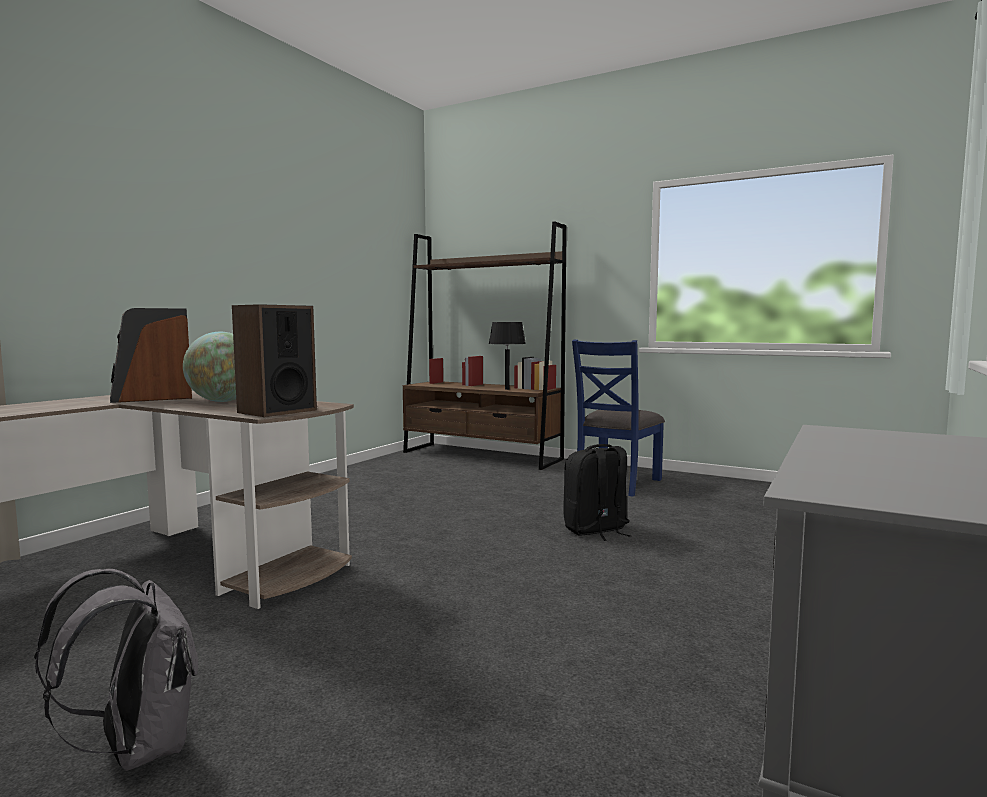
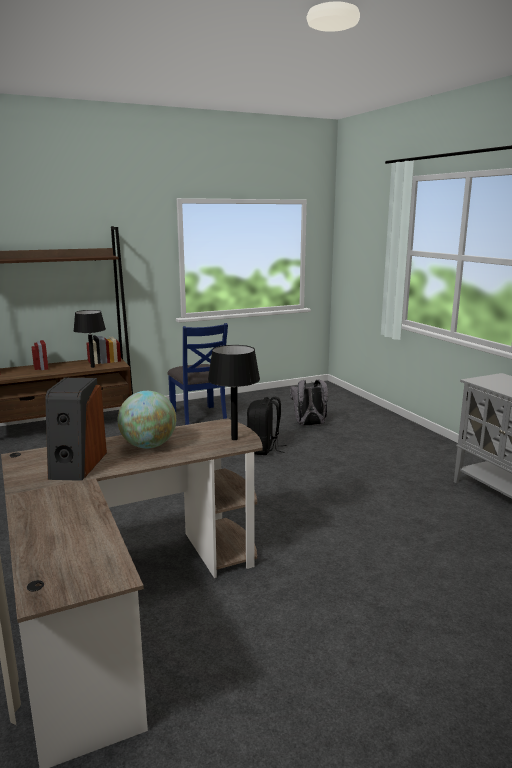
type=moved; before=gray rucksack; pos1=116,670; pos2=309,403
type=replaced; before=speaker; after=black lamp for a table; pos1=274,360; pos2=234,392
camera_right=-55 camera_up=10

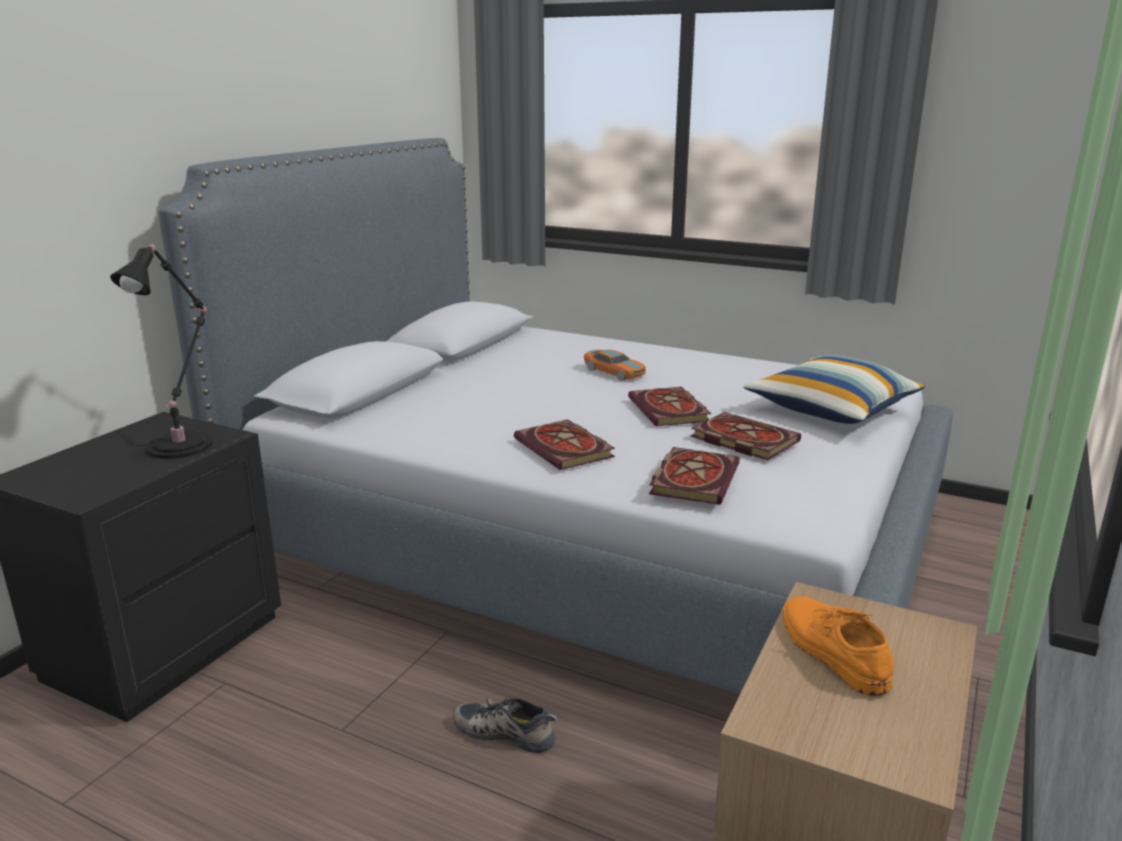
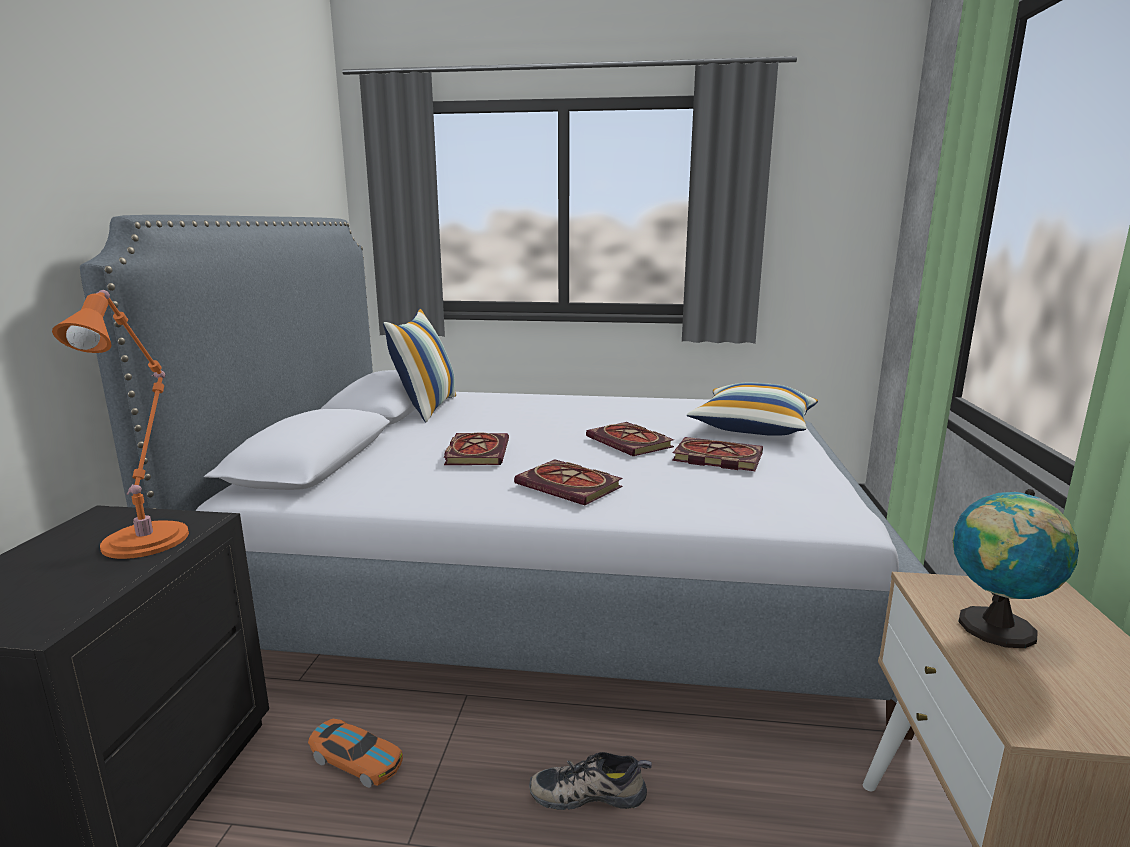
type=added; after=throw pillow; pos2=419,365
type=moved; before=toy car; pos1=615,365; pos2=355,753
type=moved; before=book; pos1=694,476; pos2=476,448
type=replaced; before=orange item of footwear; after=globe; pos1=838,646; pos2=1016,568
type=recoloured; before=black lamp for a table; after=orange lamp for a table; pos1=161,351; pos2=120,424
camera_right=-20 camera_up=-5

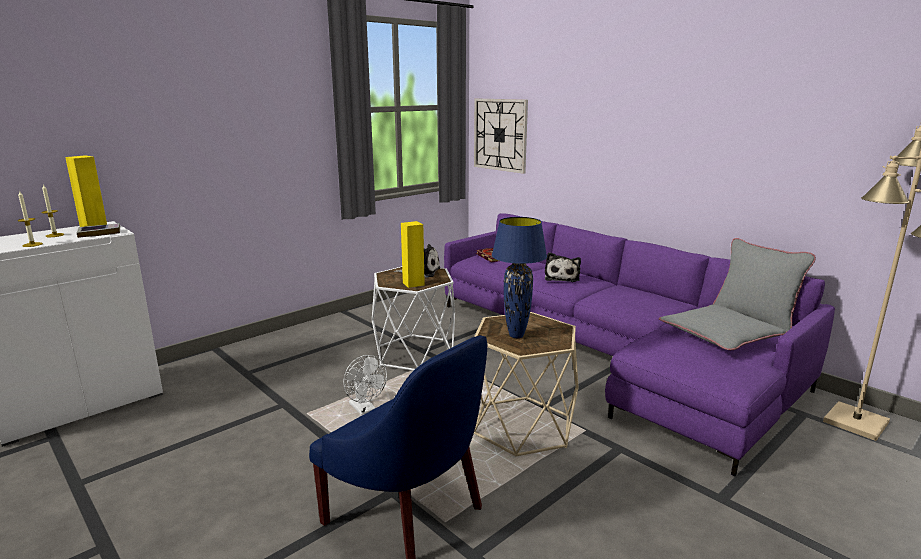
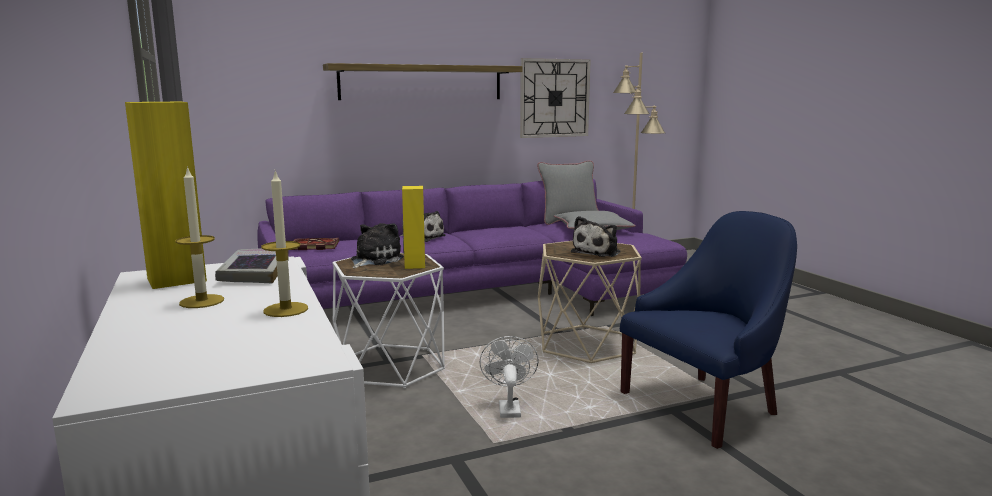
type=added; after=bracket shelf; pos2=422,81
type=moved; before=hanging clock; pos1=501,136; pos2=555,98
type=replaced; before=blue lamp for a table; after=cuddly toy; pos1=519,277; pos2=595,236
type=turned; before=white-coloured electric fan; pos1=365,385; pos2=509,377; turn=-75
camera_right=-70 camera_up=-5

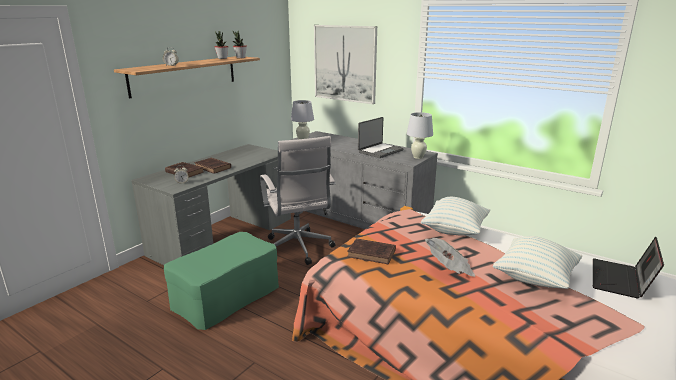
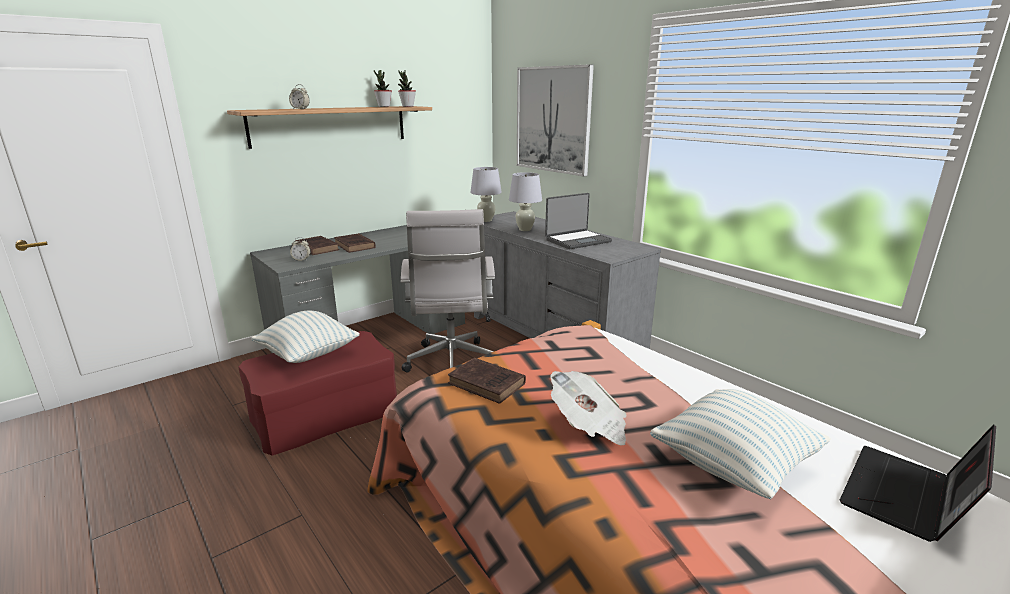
type=moved; before=white-coloured lamp for a table; pos1=420,135; pos2=525,201
type=moved; before=throw pillow; pos1=455,216; pos2=306,337
type=recoloured; before=green-coloured footrest; after=reddish footrest; pos1=221,281; pos2=317,393
camera_right=15 camera_up=0

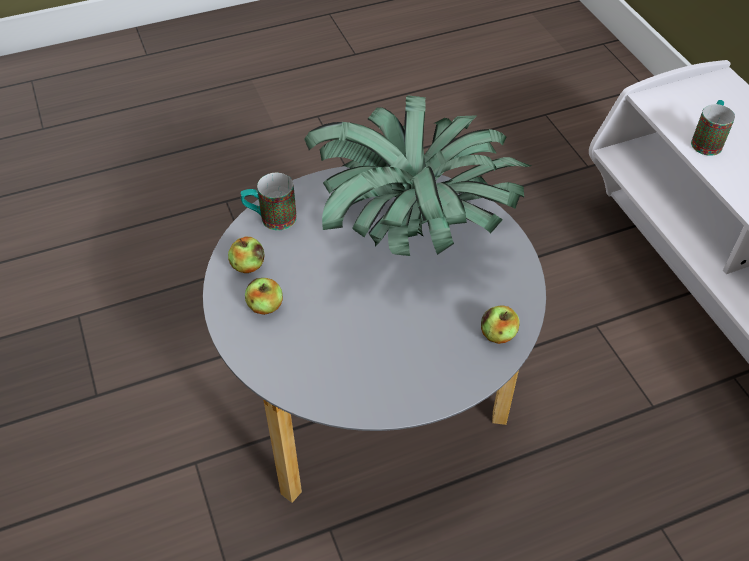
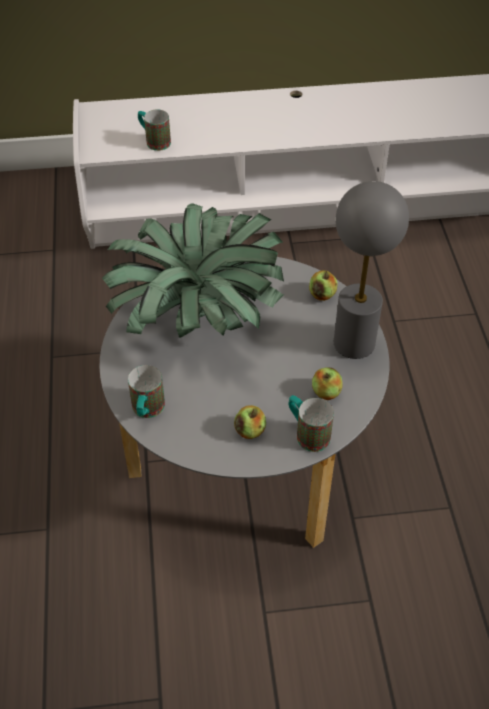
type=added; after=tea mug; pos2=311,423
type=added; after=gray lamp for a table; pos2=371,270
type=moved; before=apple; pos1=246,254; pos2=327,383
camera_right=-75 camera_up=0

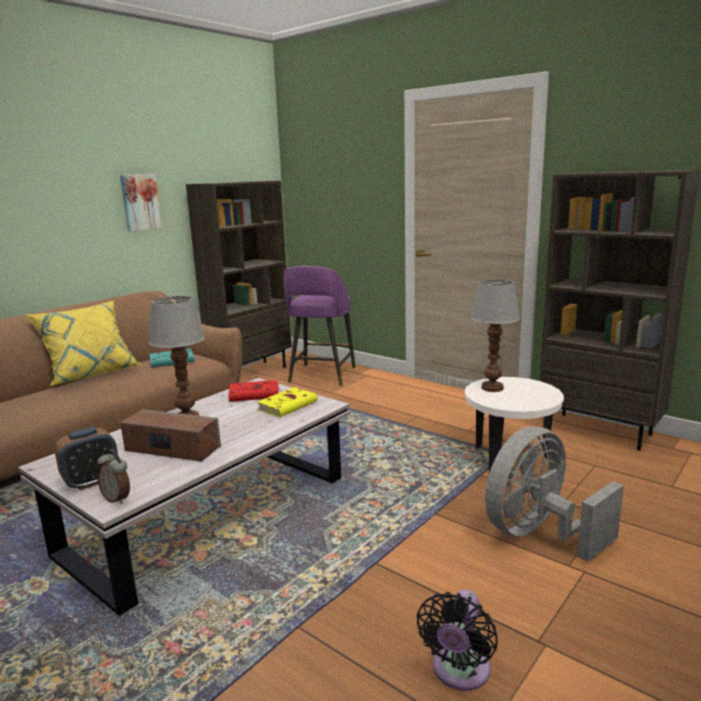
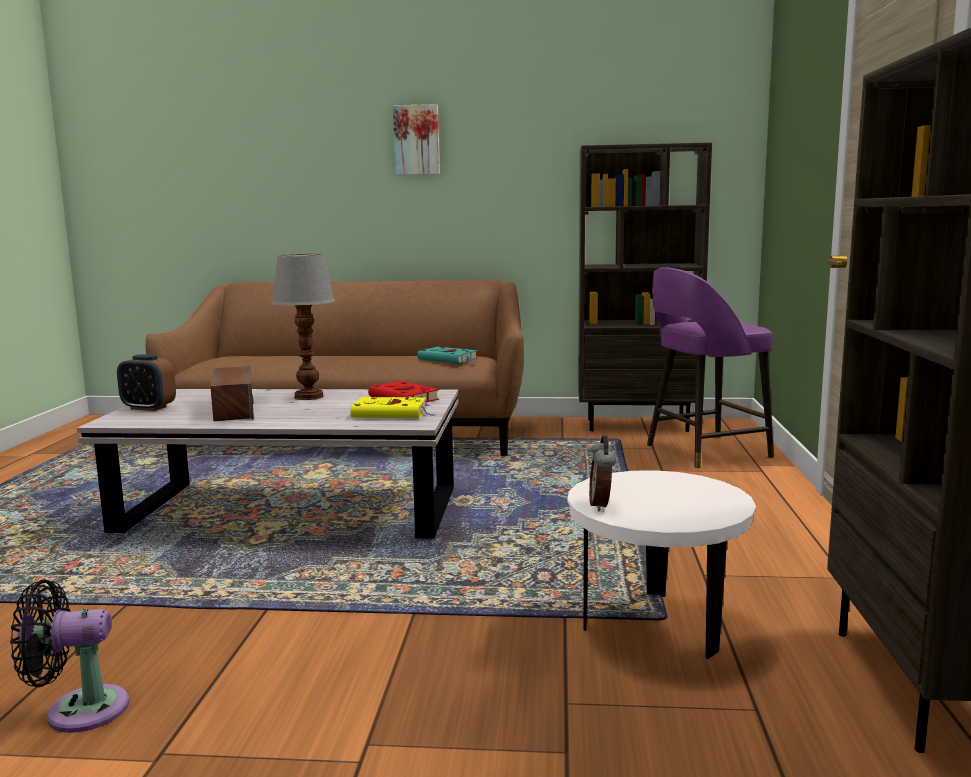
type=removed; before=yellowish throw pillow; pos1=83,343
type=removed; before=lamp for a table; pos1=495,335
type=removed; before=gray electric fan; pos1=554,494
type=moved; before=table clock; pos1=113,476; pos2=602,473
type=moved; before=wall art; pos1=141,203; pos2=416,139
camera_right=55 camera_up=-5

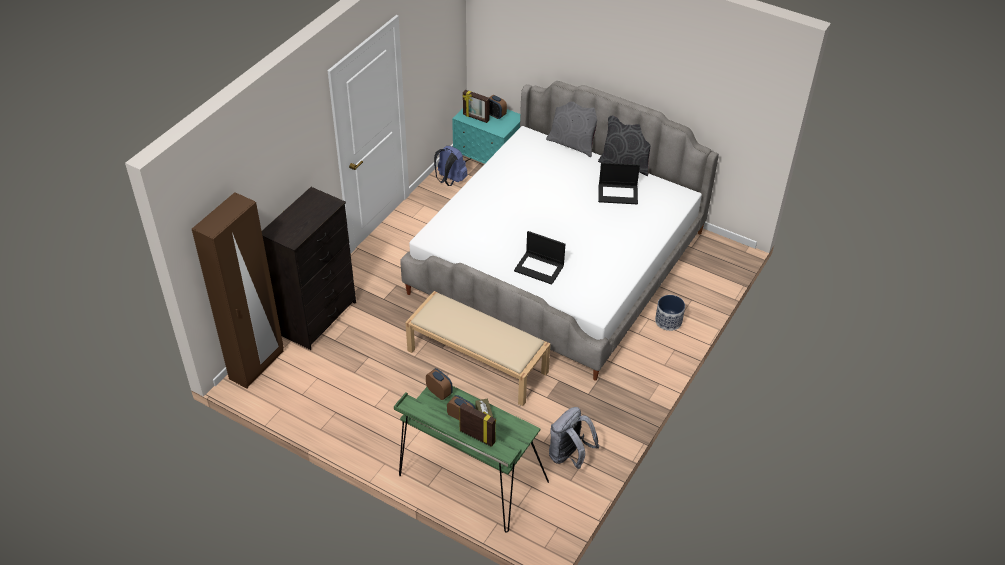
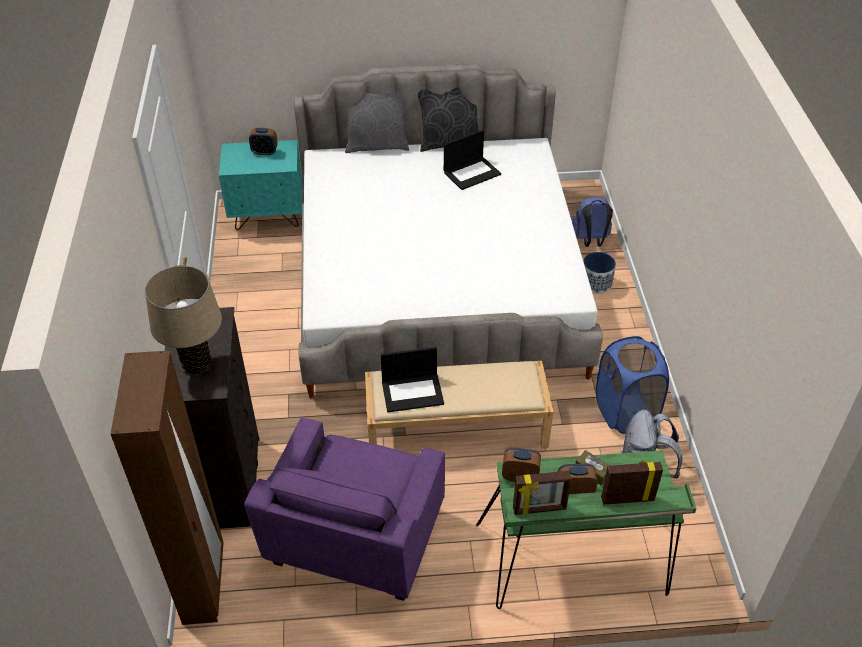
type=added; after=beige lamp for a table; pos2=183,320
type=added; after=purple-coloured lounge chair; pos2=344,509
type=added; after=blue washing basket; pos2=632,385
type=moved; before=blue rucksack; pos1=451,166; pos2=592,222
type=moved; before=photo frame; pos1=476,106; pos2=542,493
type=moved; before=portable computer; pos1=539,258; pos2=412,379
camera_right=-35 camera_up=0

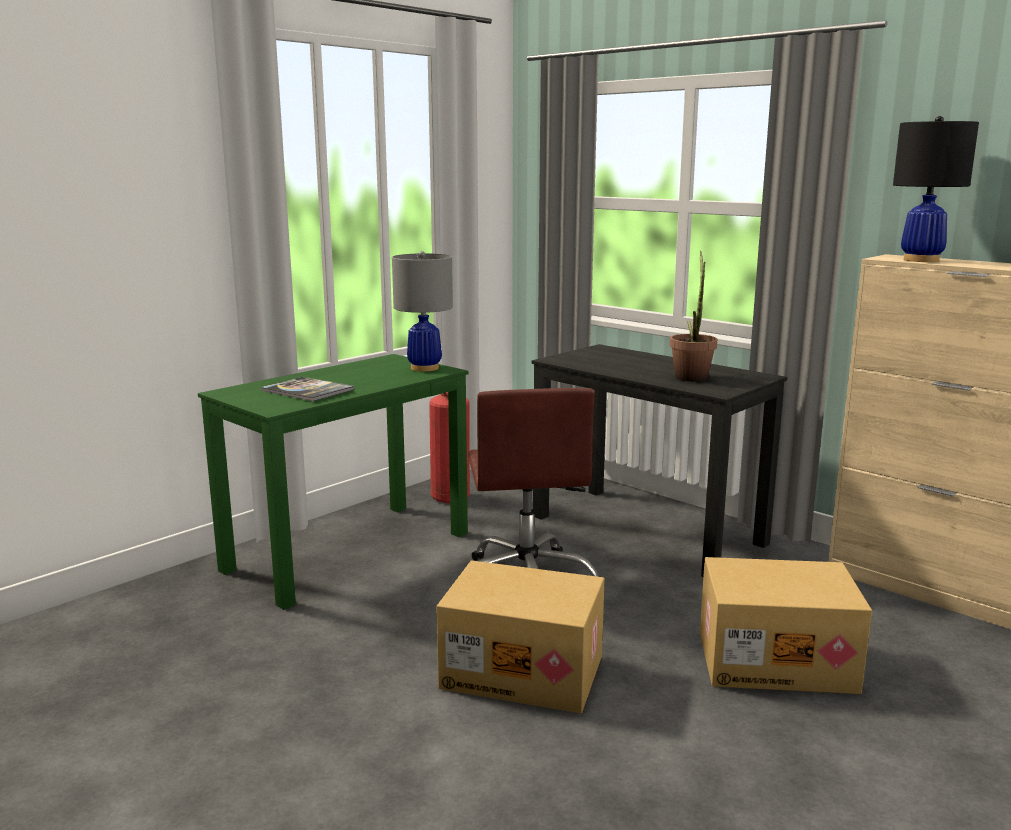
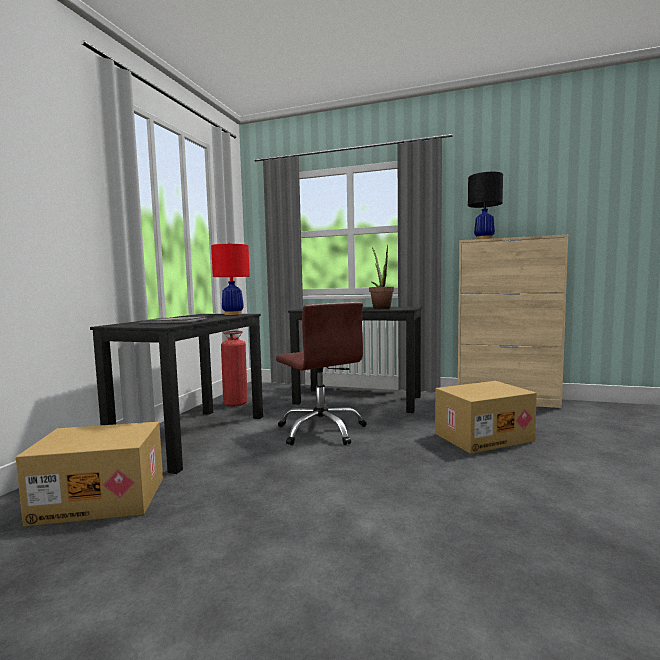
type=moved; before=packing box; pos1=520,636; pos2=89,474
type=recoloured; before=green-coloured desk table; after=black desk table; pos1=333,482; pos2=176,394
type=recoloured; before=gray lamp for a table; after=reddish lamp for a table; pos1=422,311; pos2=230,278
camera_right=-25 camera_up=-10

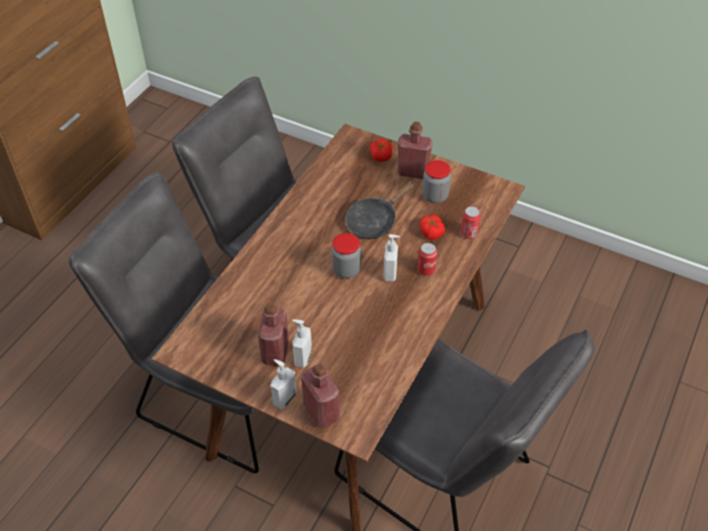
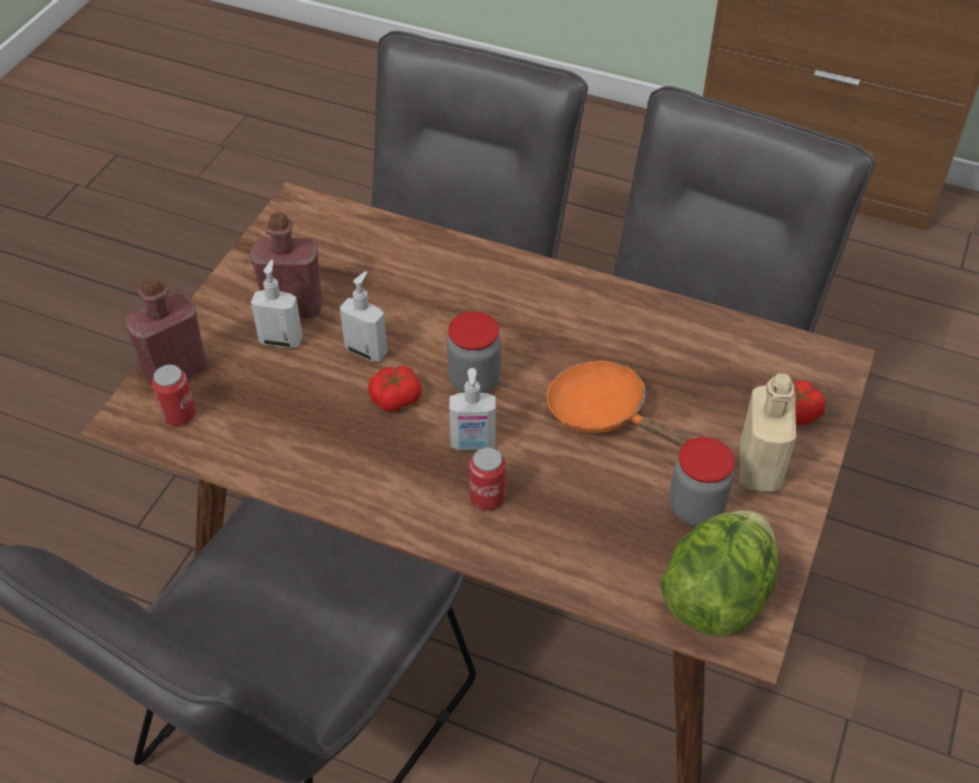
type=added; after=lettuce head; pos2=719,573
type=moved; before=liquid soap bottle; pos1=283,384; pos2=363,316
type=moved; before=whole tomato; pos1=432,227; pos2=394,389
type=moved; before=sealed can; pos1=471,222; pos2=174,395
type=recoloured; before=black frying pan; after=orange frying pan; pos1=380,209; pos2=620,404
type=recoloured; before=reddish bottle; after=beige bottle; pos1=415,150; pos2=768,432
camera_right=85 camera_up=0

